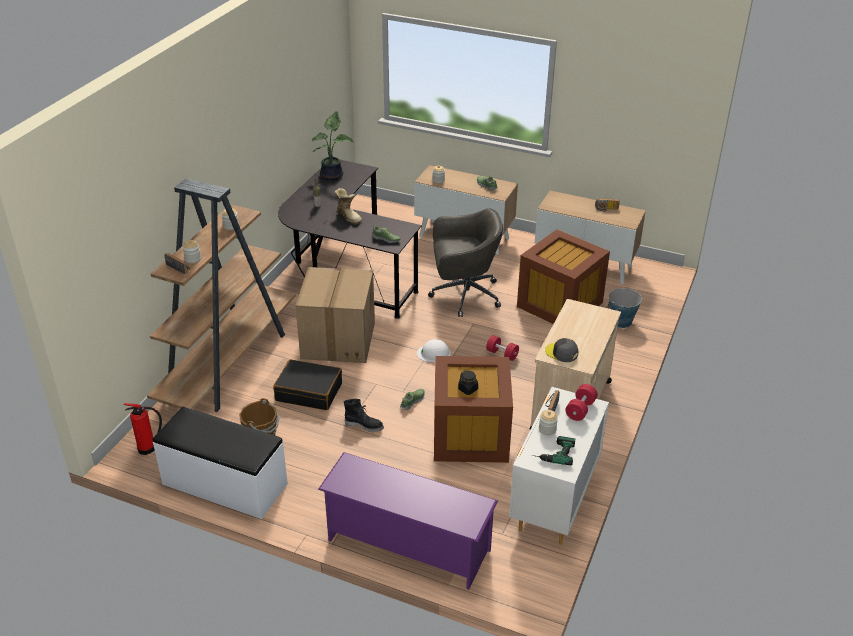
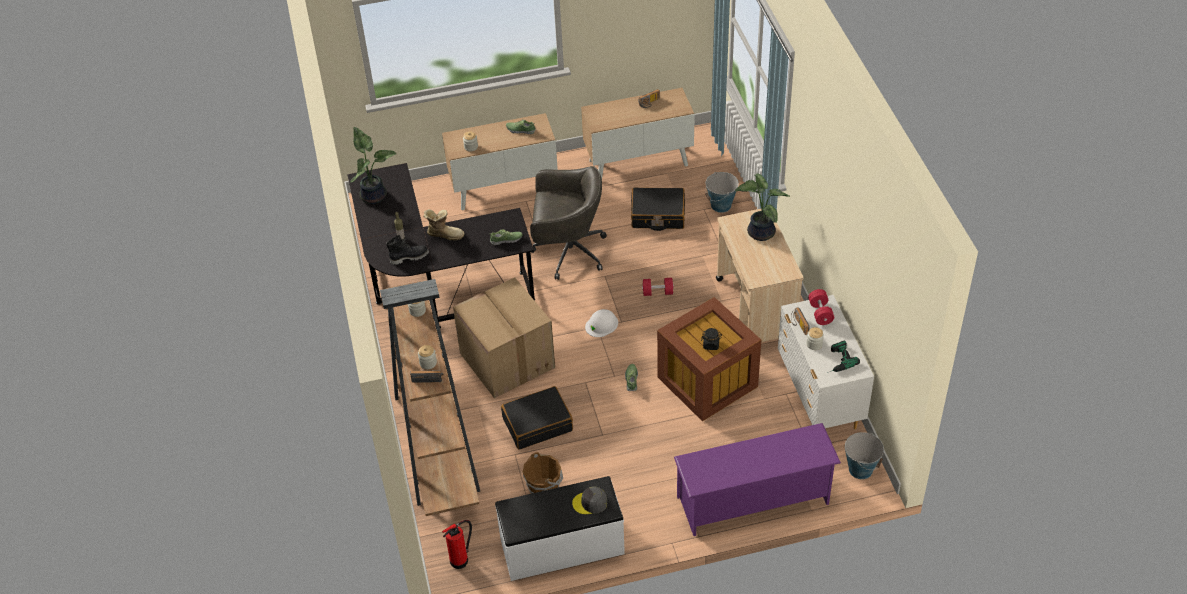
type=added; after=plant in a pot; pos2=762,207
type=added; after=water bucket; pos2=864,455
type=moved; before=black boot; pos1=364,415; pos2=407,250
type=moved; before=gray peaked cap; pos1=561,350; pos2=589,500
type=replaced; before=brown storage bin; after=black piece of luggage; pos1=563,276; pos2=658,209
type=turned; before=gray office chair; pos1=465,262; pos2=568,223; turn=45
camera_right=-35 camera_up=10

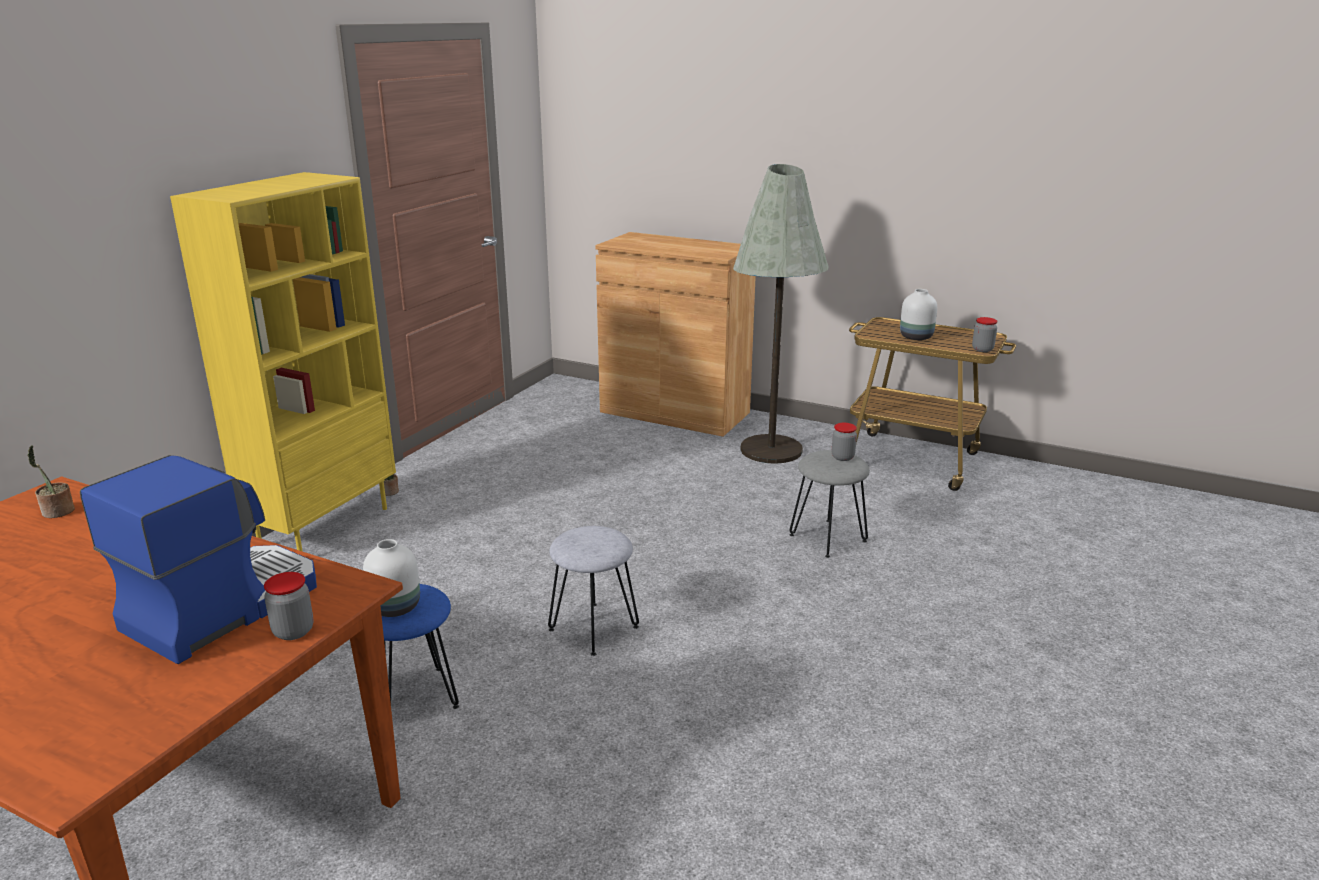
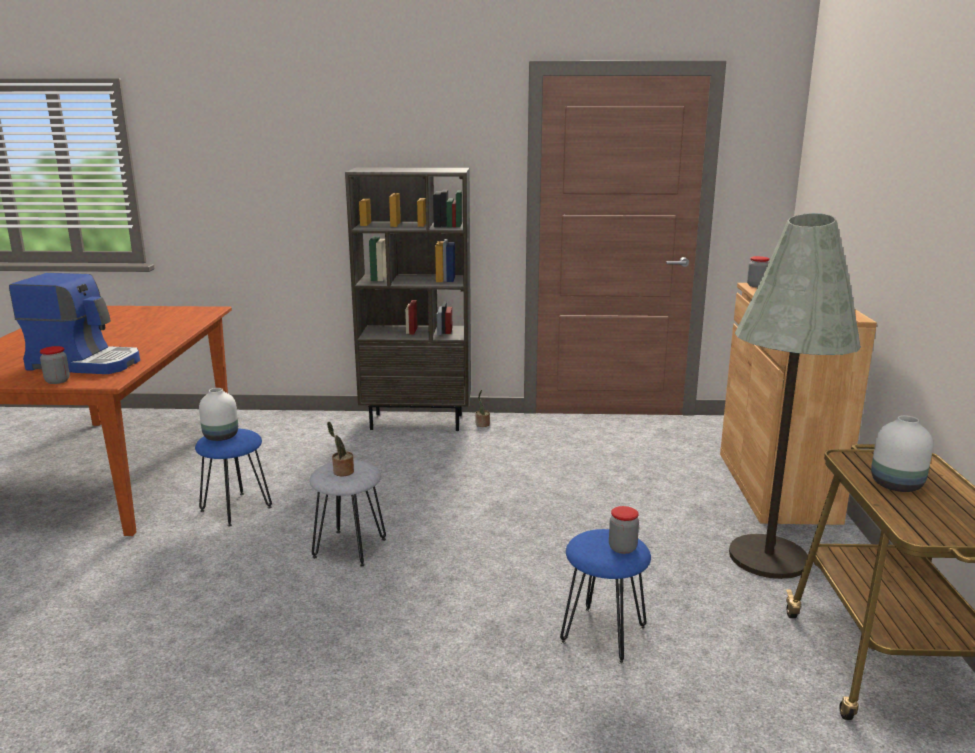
type=moved; before=plant in a pot; pos1=51,481; pos2=340,449
type=moved; before=preserve jar; pos1=985,334; pos2=758,272
type=recoloured; before=yellowish bookcase; after=brown bookcase; pos1=283,362; pos2=408,299
type=recoloured; before=gray stool seat; after=blue stool seat; pos1=829,504; pos2=605,596
camera_right=65 camera_up=-5

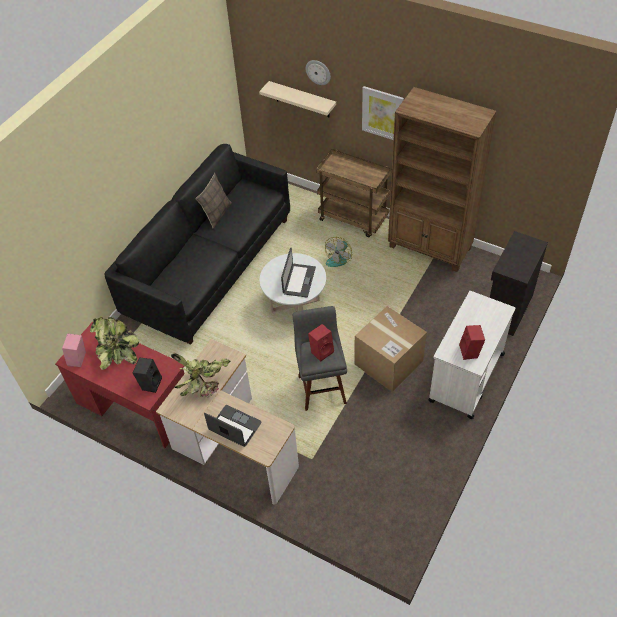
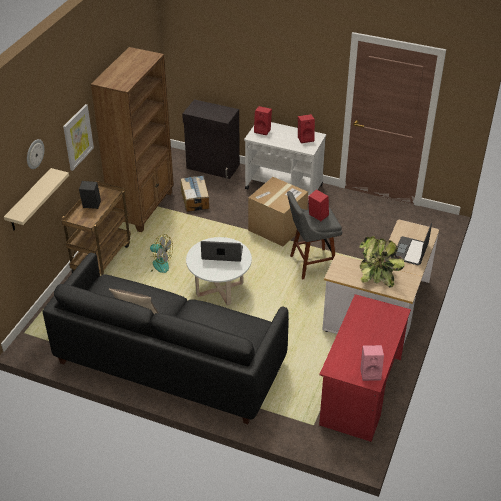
type=removed; before=plant in a pot; pos1=114,343
type=added; after=packing box; pos2=195,194
type=added; after=reddish speaker; pos2=263,121
type=moved; before=black speaker; pos1=147,375; pos2=90,195
camera_right=-100 camera_up=-10

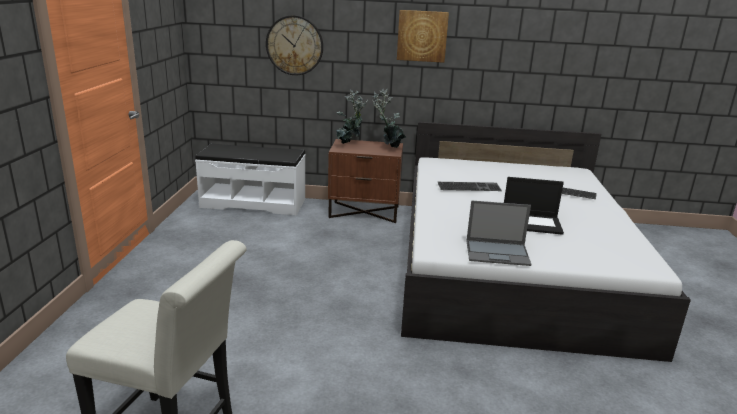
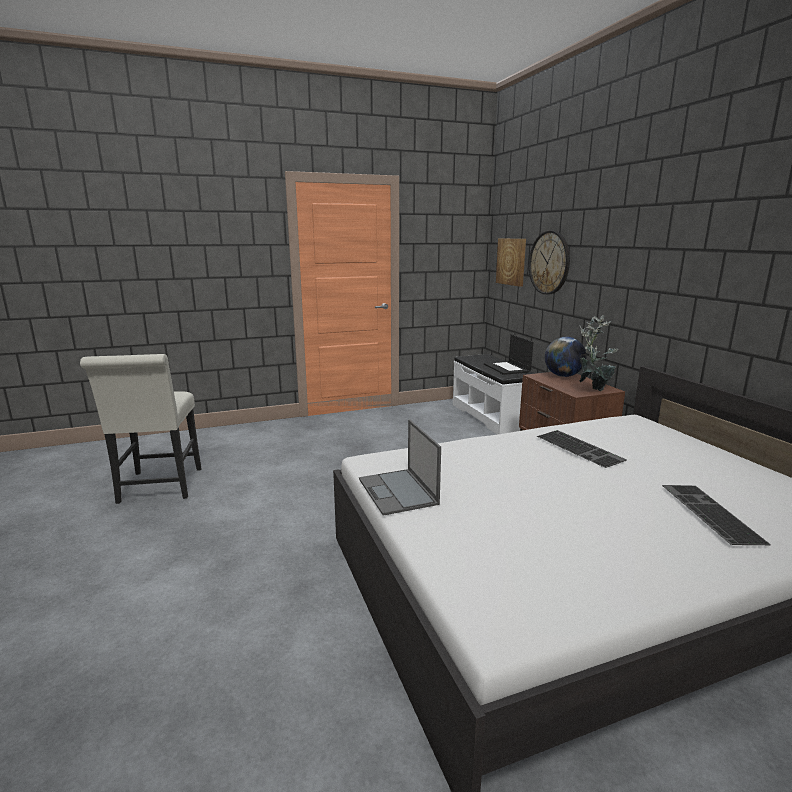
type=moved; before=wall art; pos1=423,36; pos2=511,263
type=moved; before=portable computer; pos1=534,206; pos2=508,354
type=replaced; before=plant in a pot; after=globe; pos1=352,117; pos2=566,357
camera_right=65 camera_up=-5

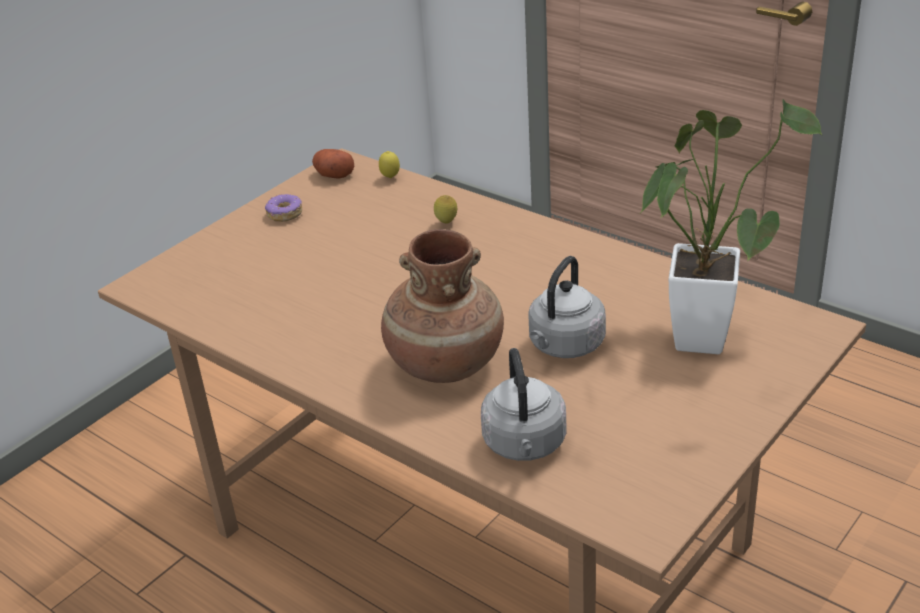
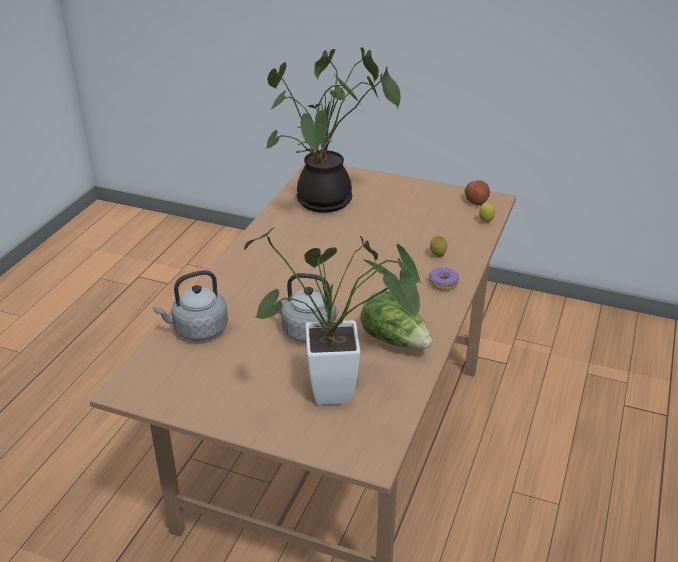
type=removed; before=brown vase; pos1=442,306
type=added; after=plant in a pot; pos2=333,130
type=added; after=lettuce head; pos2=396,320
type=moved; before=donut; pos1=283,208; pos2=444,278
camera_right=70 camera_up=0

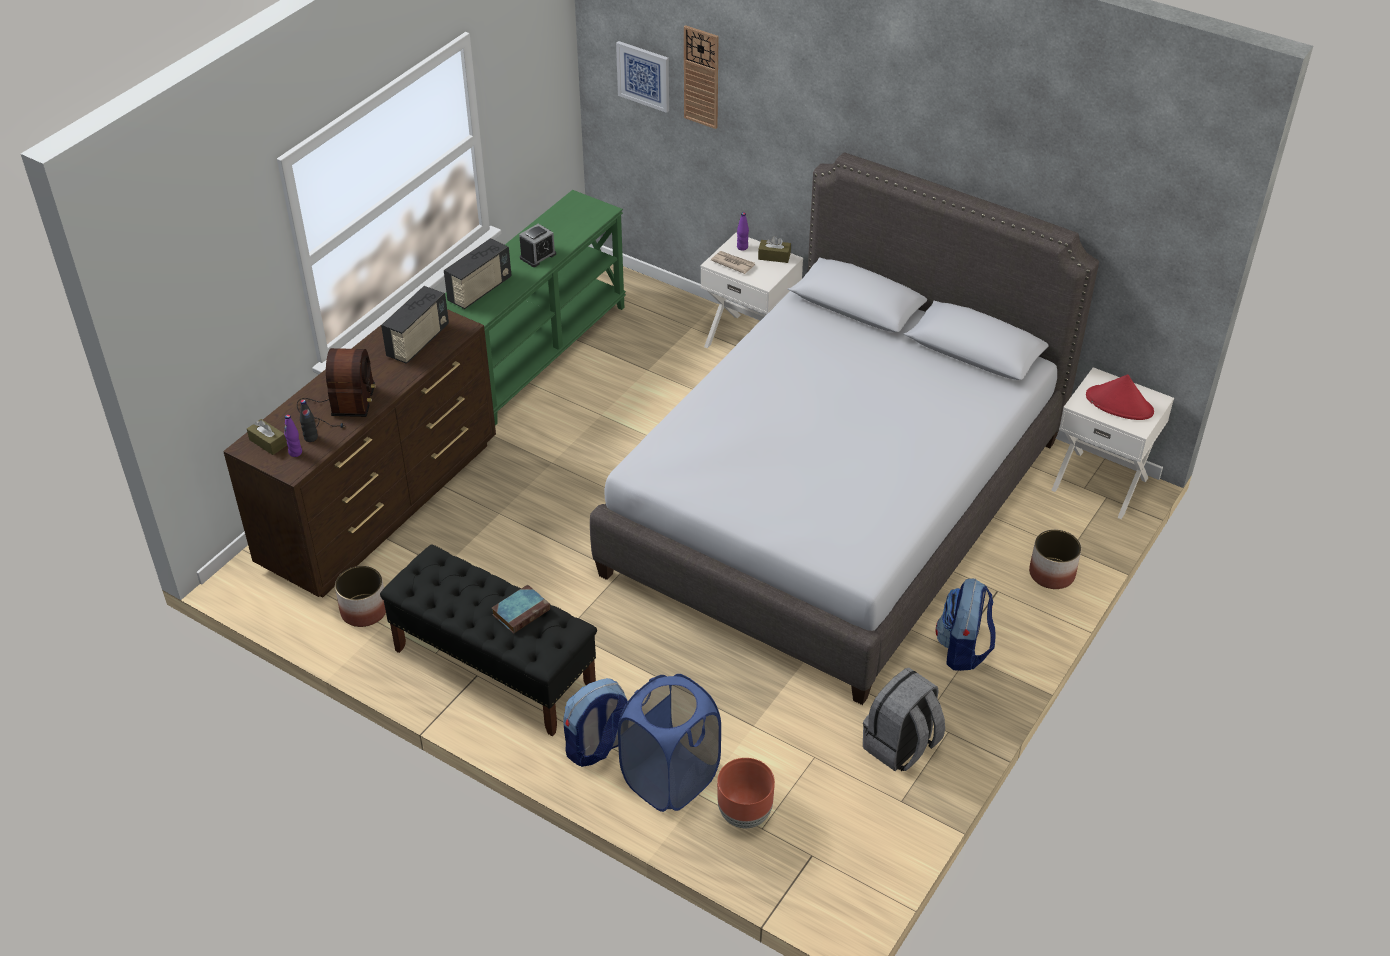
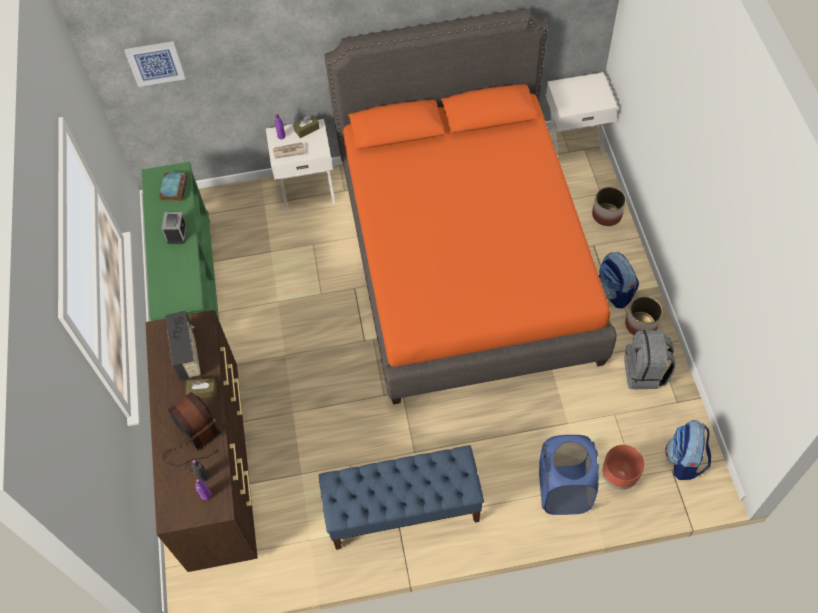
type=removed; before=radio receiver; pos1=477,273
type=removed; before=hanging clock; pos1=701,77
type=removed; before=reddish wearable hat; pos1=1120,397
type=moved; before=brown tissue holder; pos1=267,437; pos2=201,388
type=moved; before=flower pot; pos1=360,596; pos2=643,315
type=moved; before=book; pos1=521,609; pos2=173,187
type=moved; before=rucksack; pos1=596,722; pos2=688,450
type=recoloured; before=black bench; after=blue bench; pos1=488,640; pos2=401,497
type=recoloured; before=gray sleeping bed; after=orange sleeping bed; pos1=844,428; pos2=470,207
camera_right=-40 camera_up=15

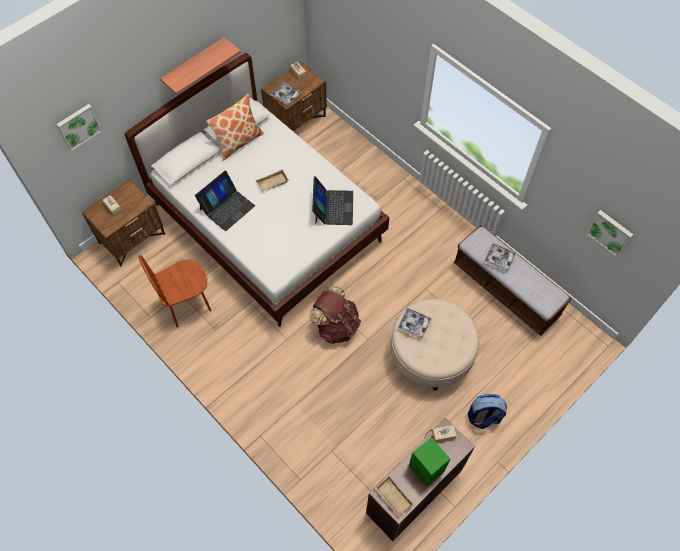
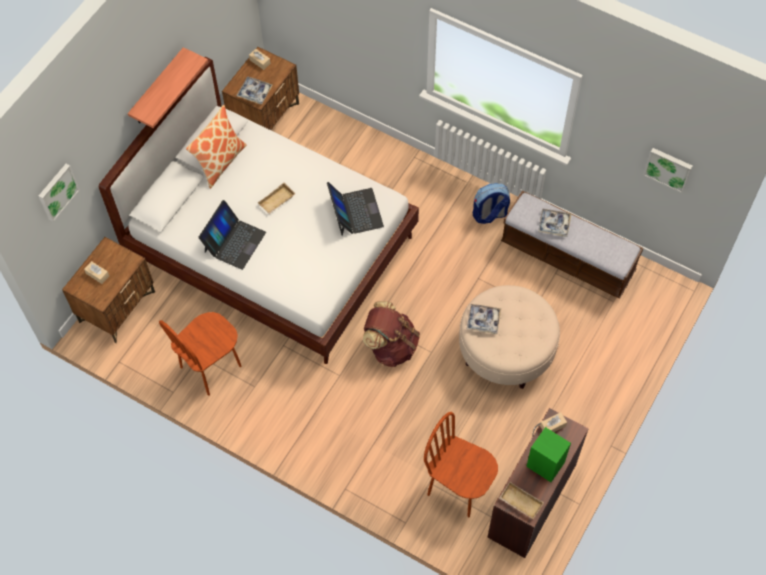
type=added; after=brown chair; pos2=461,464
type=moved; before=rucksack; pos1=487,411; pos2=491,203
camera_right=-15 camera_up=0

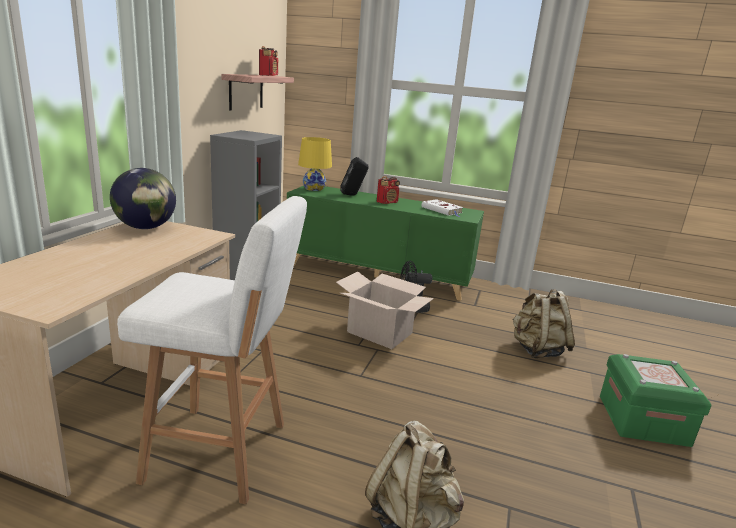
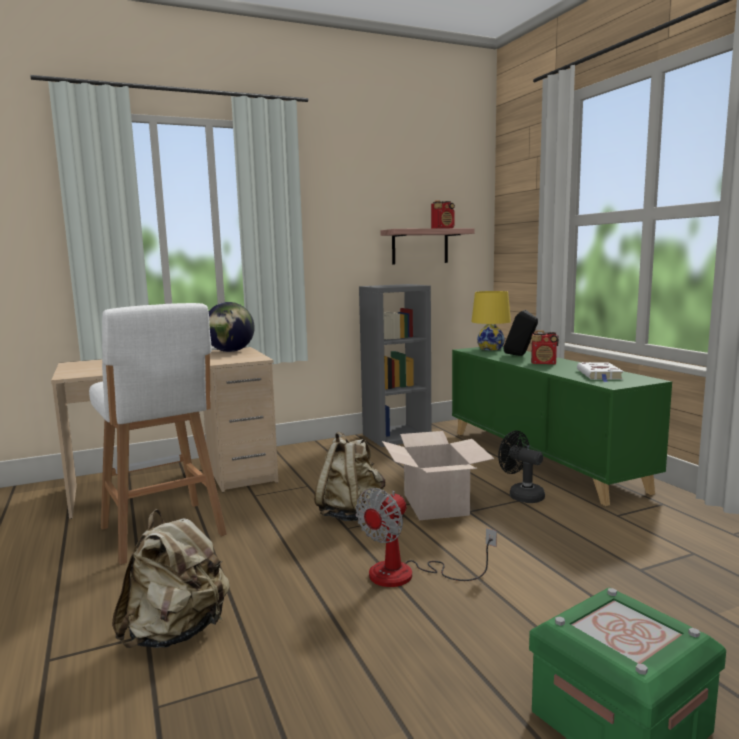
type=added; after=electric fan; pos2=426,537
type=moved; before=beige rucksack; pos1=543,323; pos2=349,476
camera_right=50 camera_up=-10

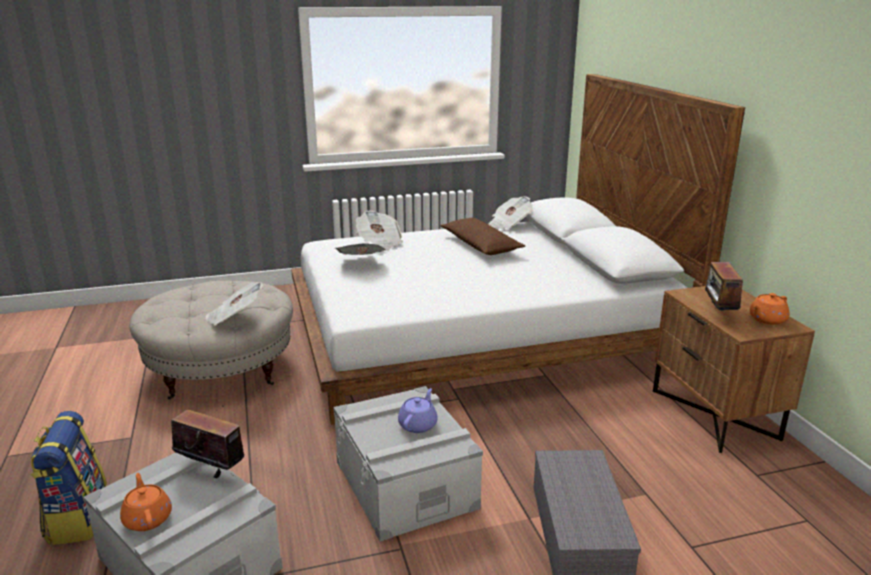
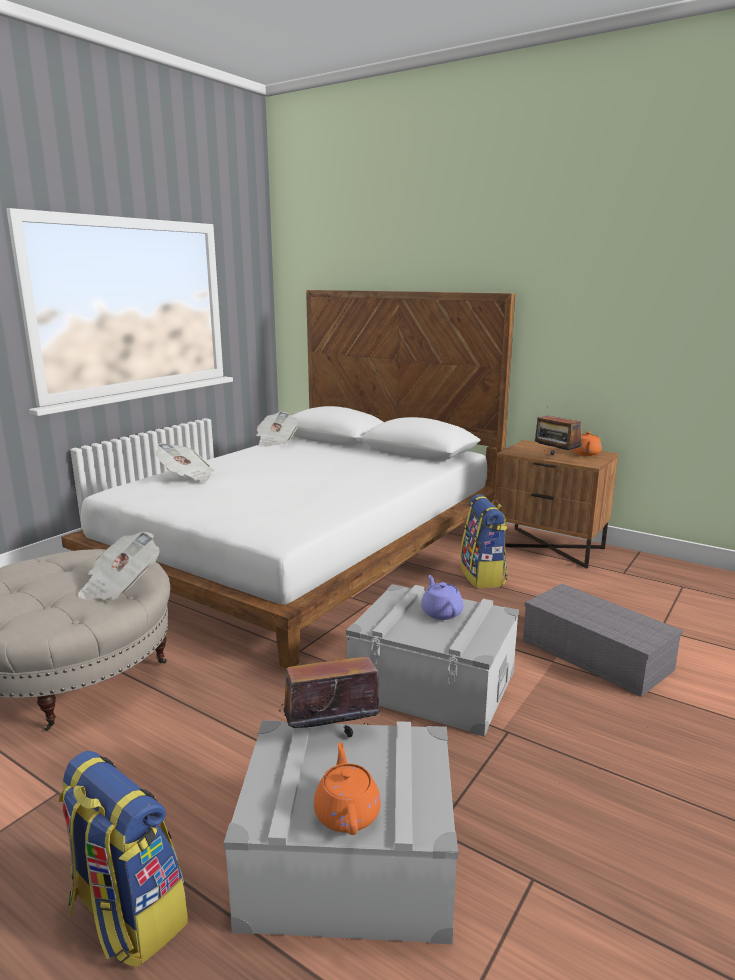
type=removed; before=printed paper; pos1=360,249
type=removed; before=brown throw pillow; pos1=482,236
type=added; after=rucksack; pos2=484,541
type=turned; before=orange tea pot; pos1=146,502; pos2=347,788; turn=60
camera_right=-40 camera_up=-5

